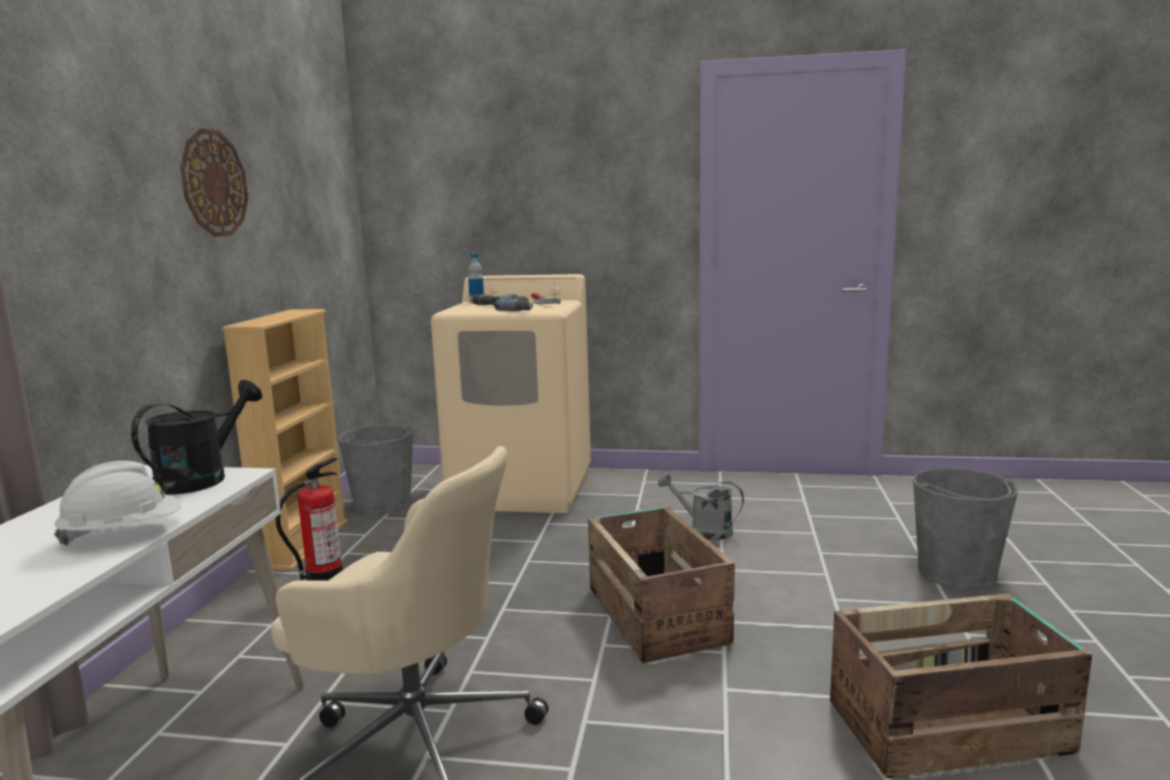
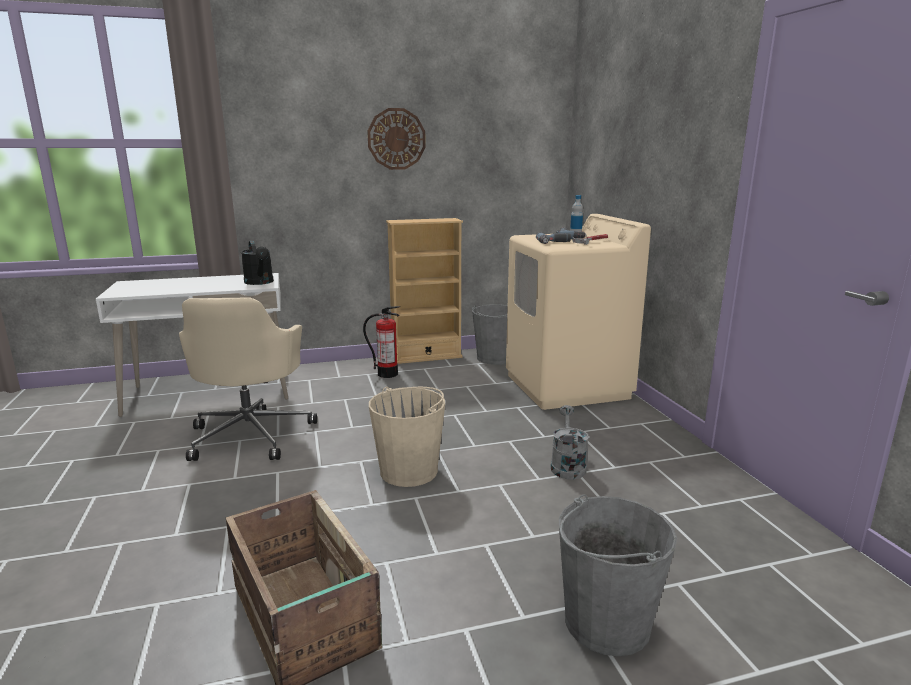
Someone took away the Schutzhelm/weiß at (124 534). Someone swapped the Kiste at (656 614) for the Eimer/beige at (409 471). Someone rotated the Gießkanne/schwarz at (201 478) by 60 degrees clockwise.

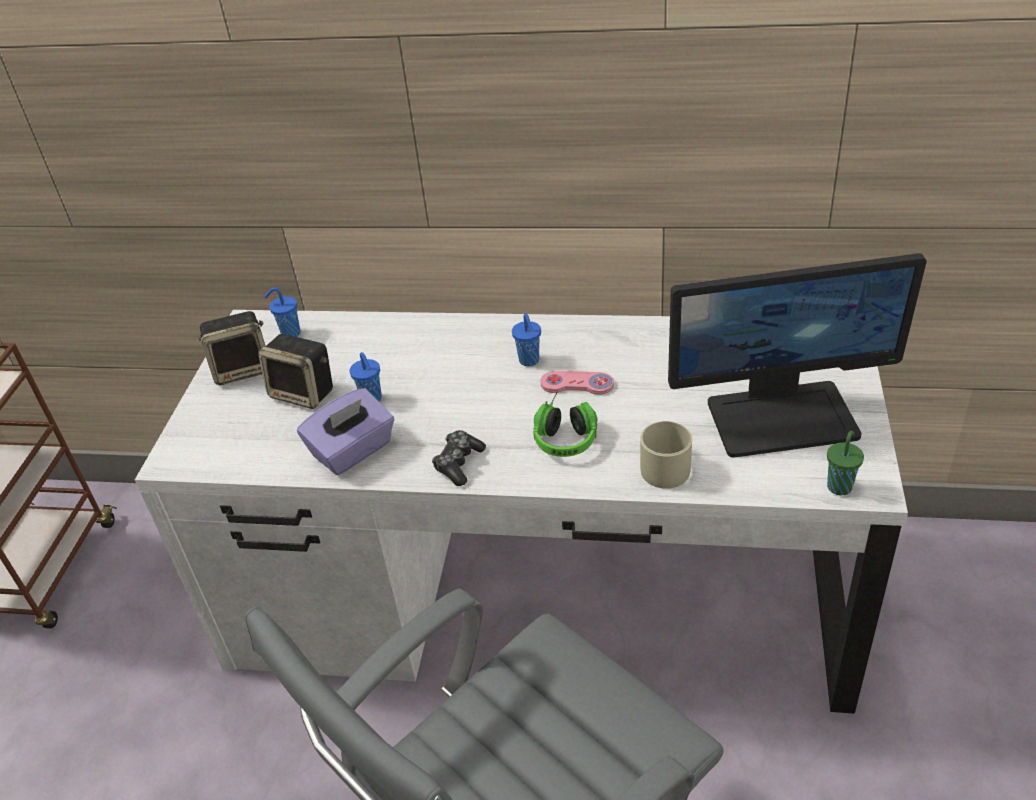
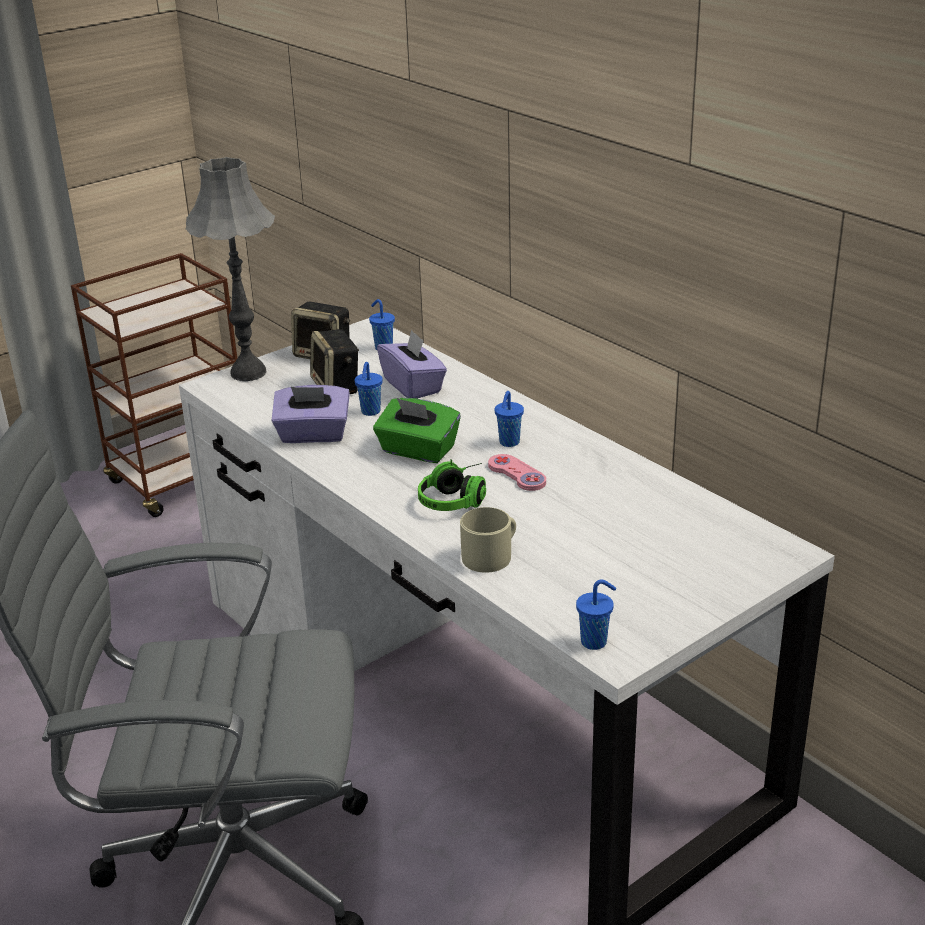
Someone took away the Gamepad at (459 463). Someone took away the Monitor at (782 417). Someone put down the Tischlampe/grau at (248 373). Someone put down the Taschentuchbox/grün at (417 451). Someone put down the Taschentuchbox/lila at (413 386). Someone repainted the Tasse/grün at (840 486), which became the Tasse/blau at (595 642).

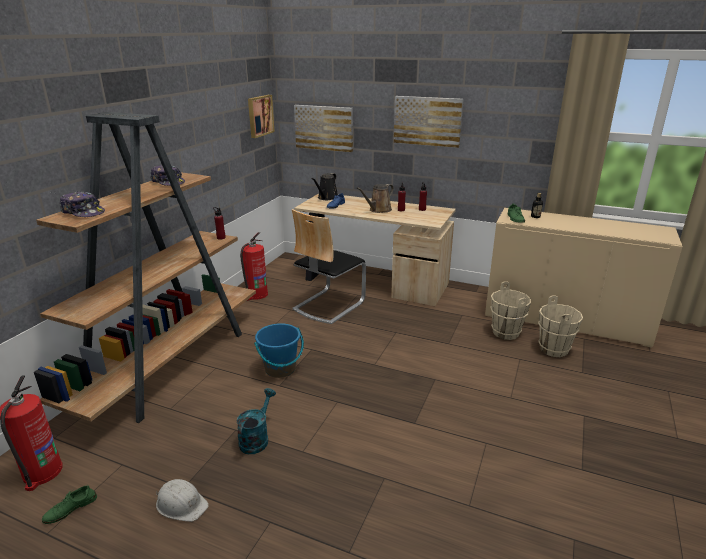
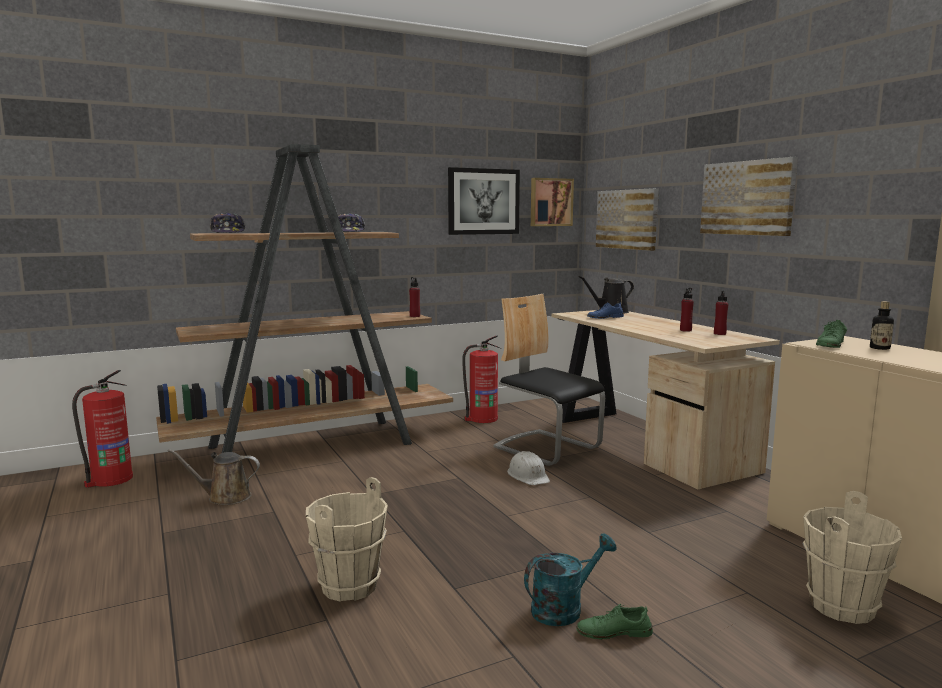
Someone took away the Eimer/blau at (280 369). Someone put up the Bild at (483 201). Someone carried the Schuh/grün from (70 509) to (614 632). Someone carried the Schutzhelm/weiß from (181 504) to (528 476). Someone carried the Gießkanne/türkis from (256 438) to (564 608). Someone carried the Gießkanne/braun from (378 210) to (225 497). Someone carried the Eimer/beige from (505 333) to (348 586). Someone rotated the Stuhl at (328 305) by 60 degrees clockwise.

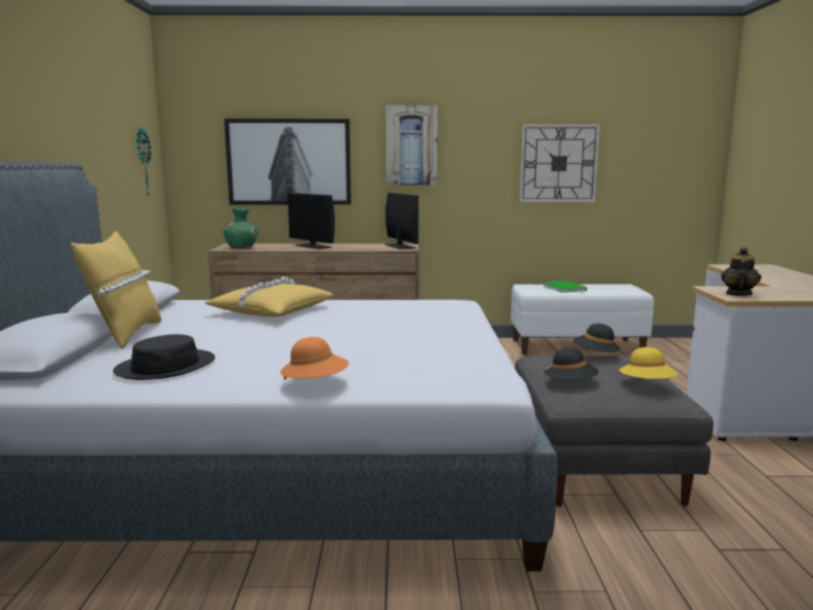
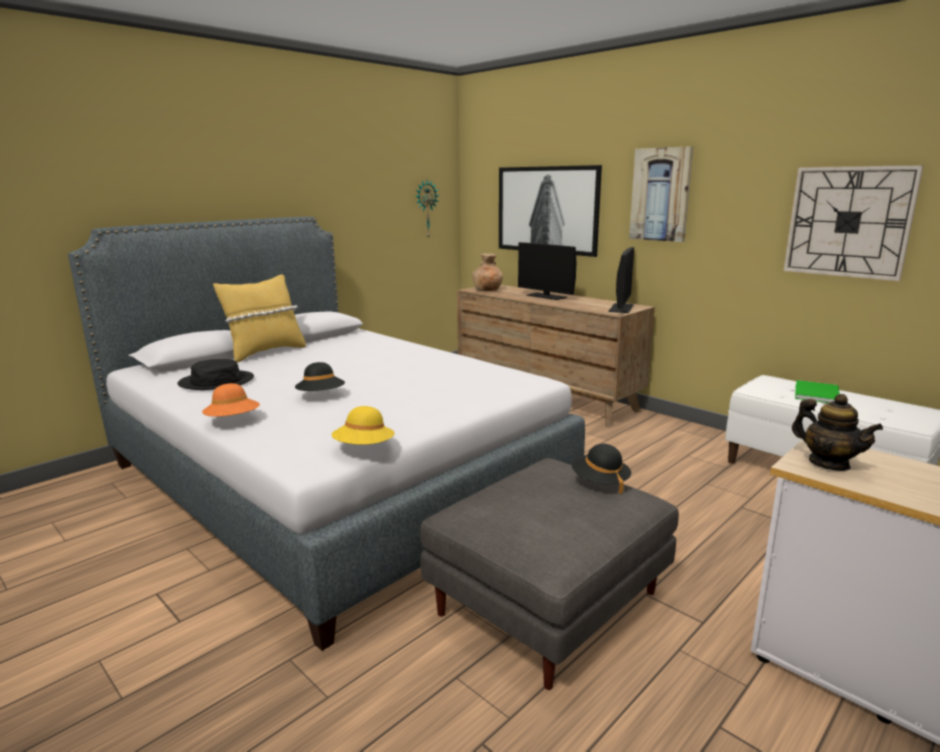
Someone took away the Kissen/gelb at (271 311). Someone carried the Hut/schwarz from (570 384) to (321 396). Someone carried the Hut/gelb from (647 385) to (364 448). Someone repainted the Vase/grün at (241 248), which became the Vase/braun at (487 290). Someone rotated the Monitor at (313 246) by 45 degrees counterclockwise. Someone rotated the Teekanne at (738 294) by 75 degrees clockwise.

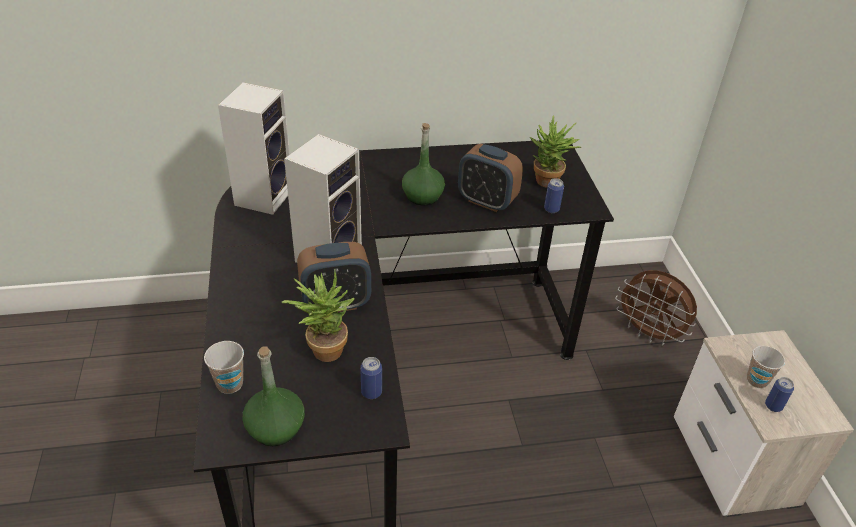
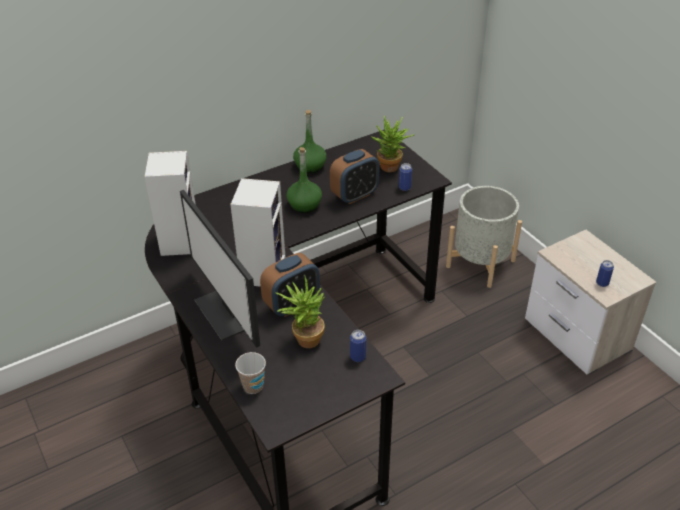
Someone took away the Tasse at (757 380). Someone put down the Monitor at (227 312). Someone carried the Flasche/grün from (276 428) to (310 166). Someone swapped the Ventilator/braun at (649 333) for the Pflanzkübel/grau at (480 263). Someone rotated the Wecker at (487 201) by 45 degrees counterclockwise.

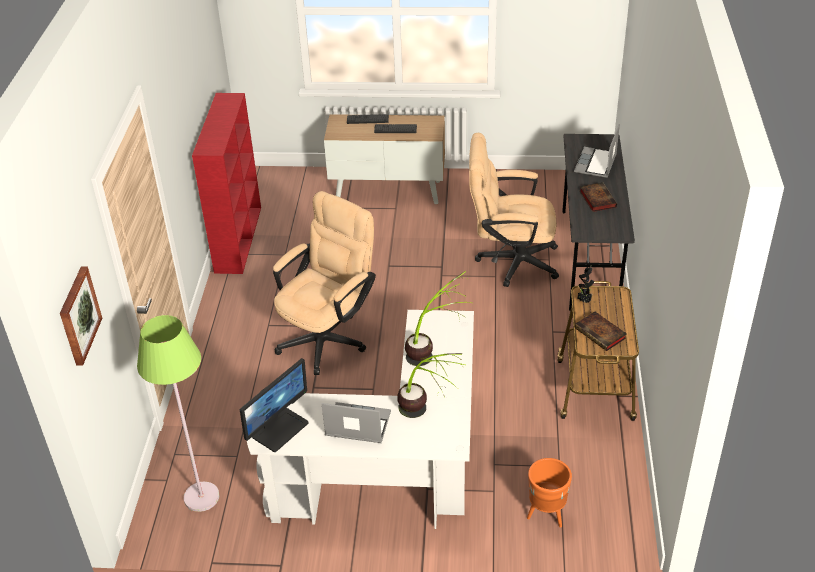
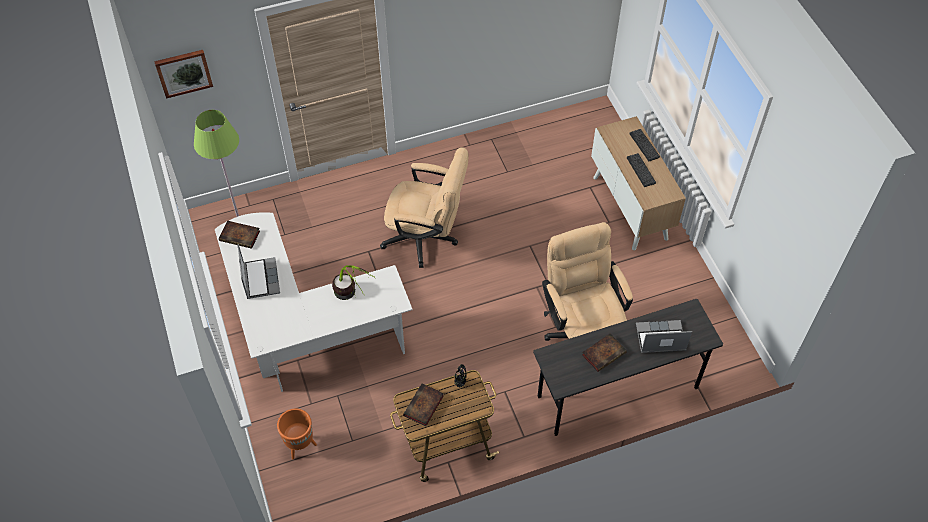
Someone took away the Bücherregal/rot at (238 238). Someone took away the Topfpflanze at (427 414). Someone swapped the Monitor at (280 429) for the Buch at (241 236).

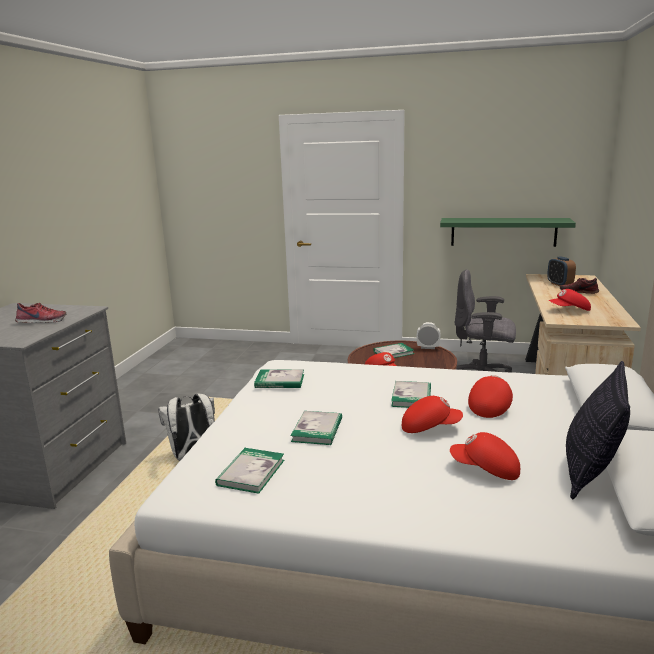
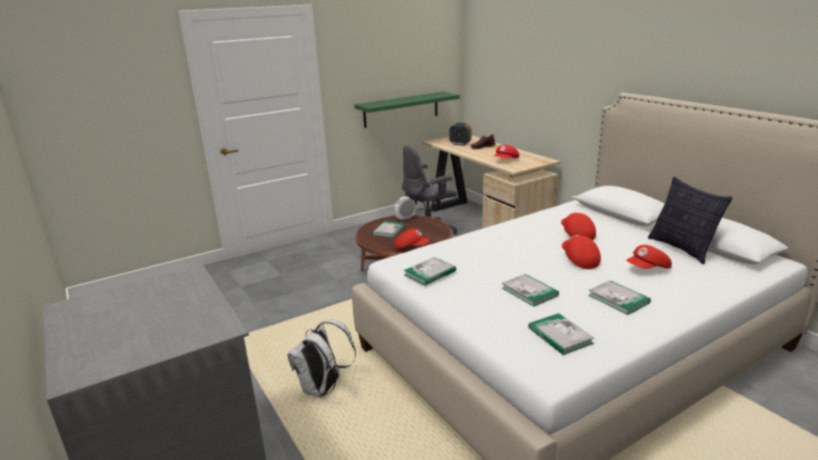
Someone took away the Schuh at (41 322). Someone carried the Buch from (411 397) to (618 299). Someone rotated the Kappe/rot at (430 427) by 60 degrees counterclockwise.

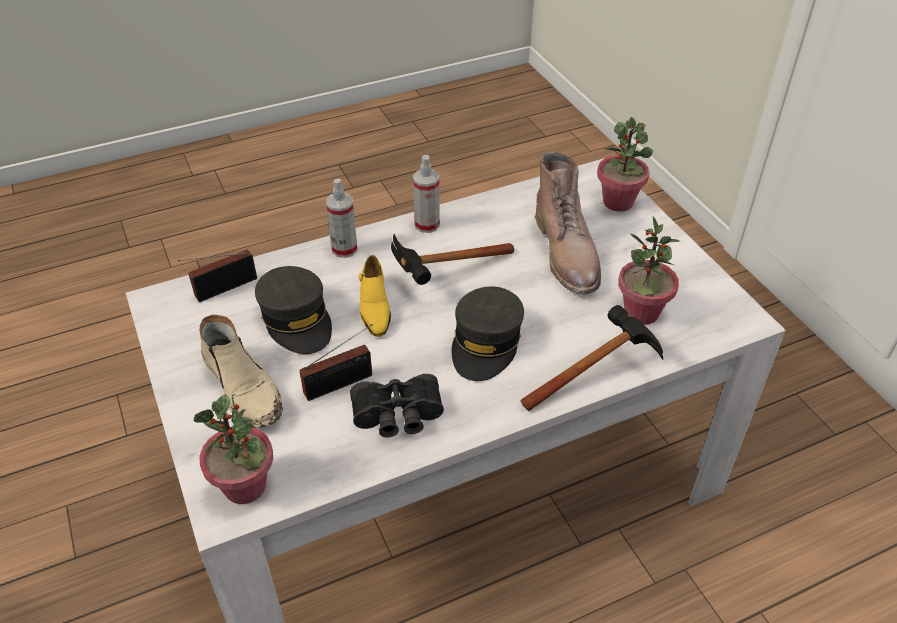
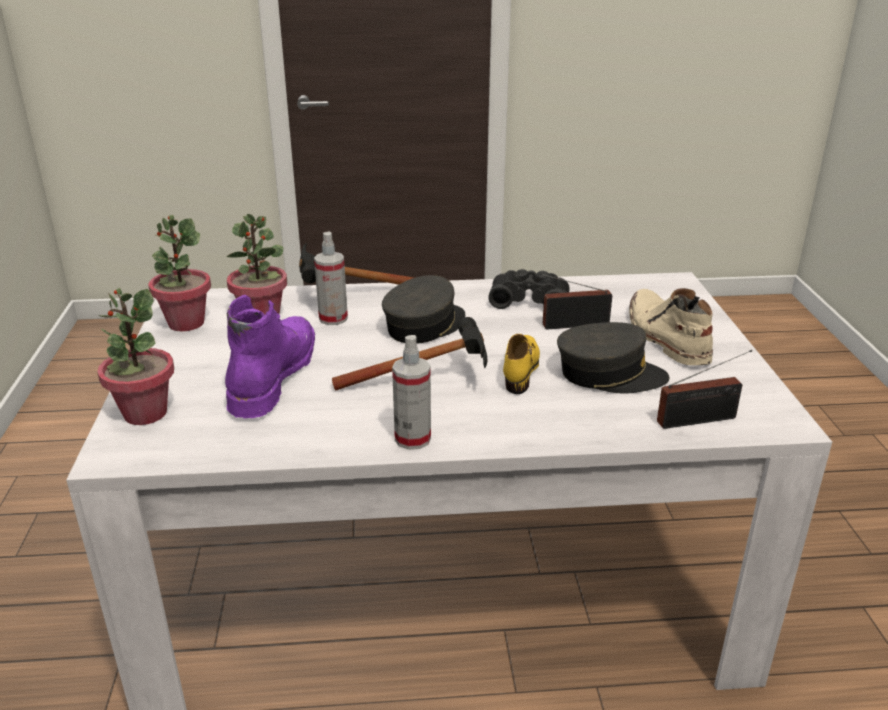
Someone carried the Topfpflanze from (245 486) to (186 323). Someone carried the Sprühflasche from (344 249) to (333 318). Someone repainted the Stiefel/braun at (568 253), which became the Stiefel/lila at (272 374). Someone rotated the Kappe/grau at (297 320) by 105 degrees clockwise.

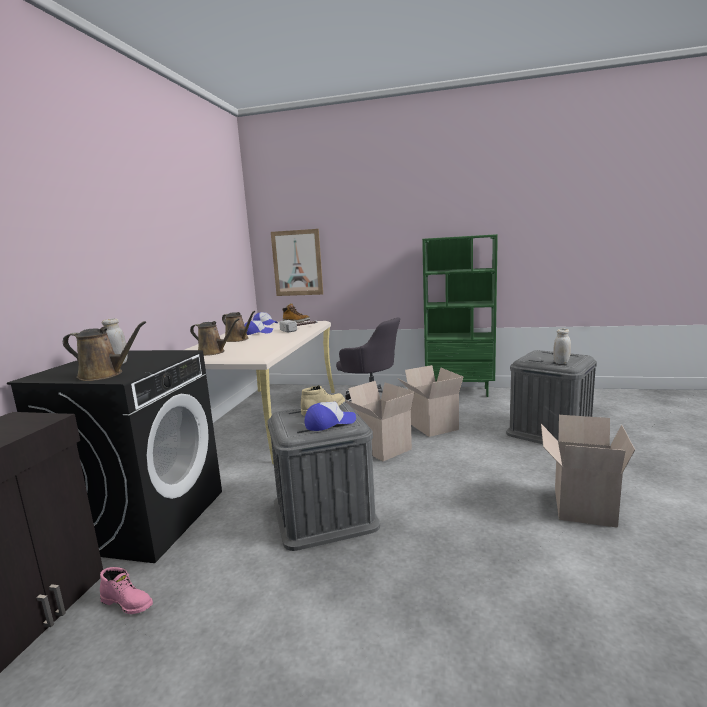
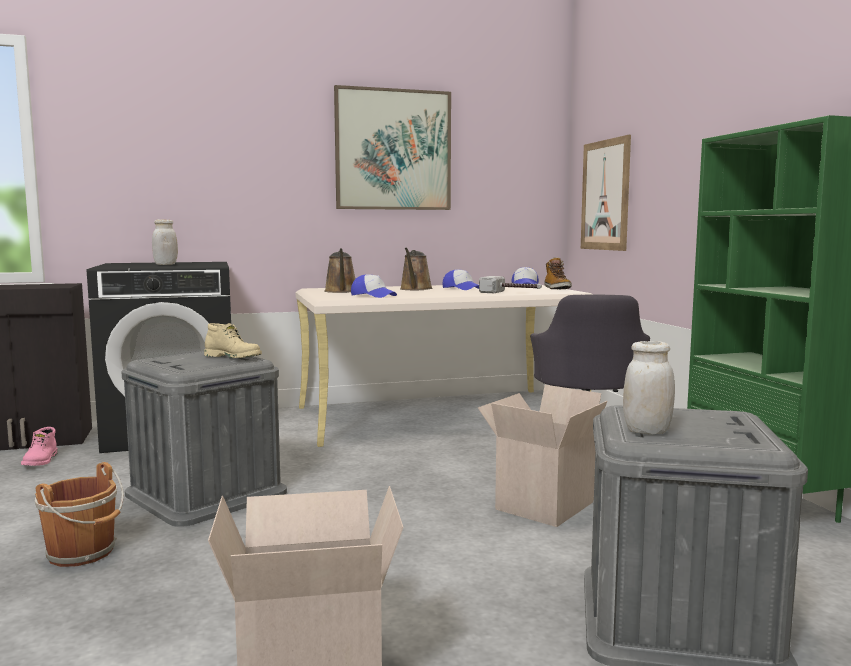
Someone took away the Gießkanne/braun at (104 375). Someone took away the Karton at (381 448). Someone put down the Eimer/braun at (84 553). Someone put up the Bild at (393 150). Someone carried the Kappe from (329 423) to (373 296).

